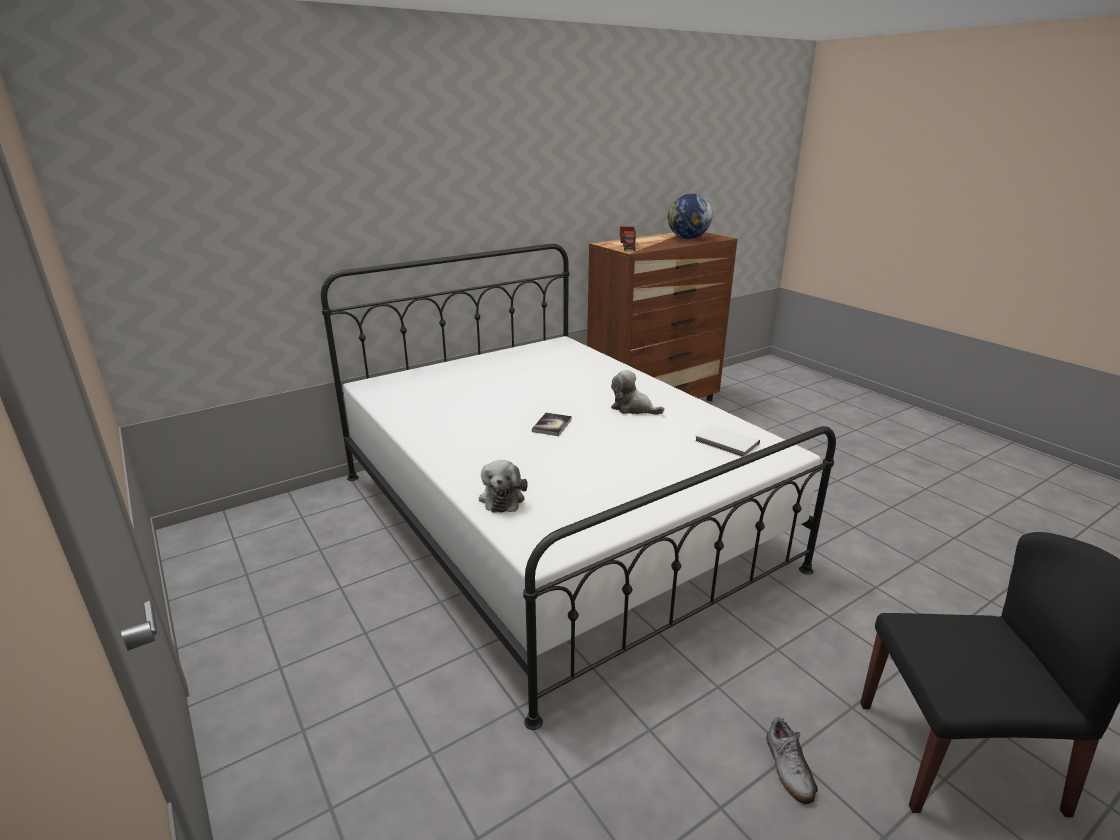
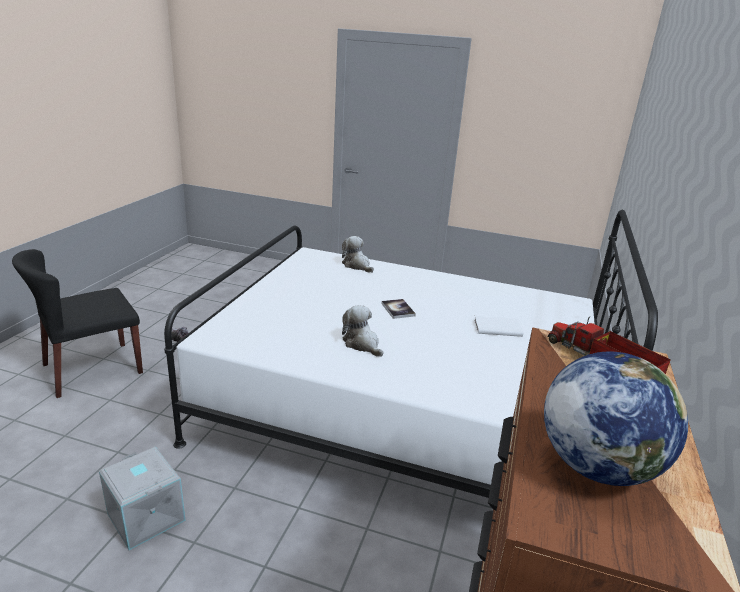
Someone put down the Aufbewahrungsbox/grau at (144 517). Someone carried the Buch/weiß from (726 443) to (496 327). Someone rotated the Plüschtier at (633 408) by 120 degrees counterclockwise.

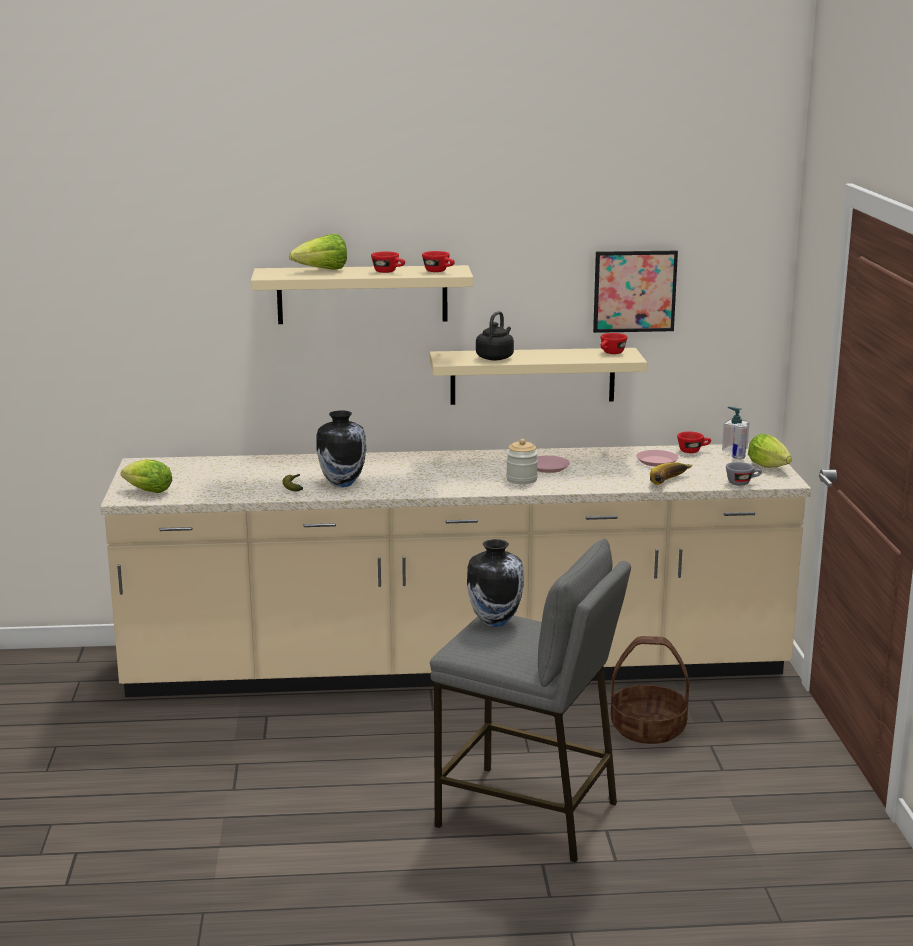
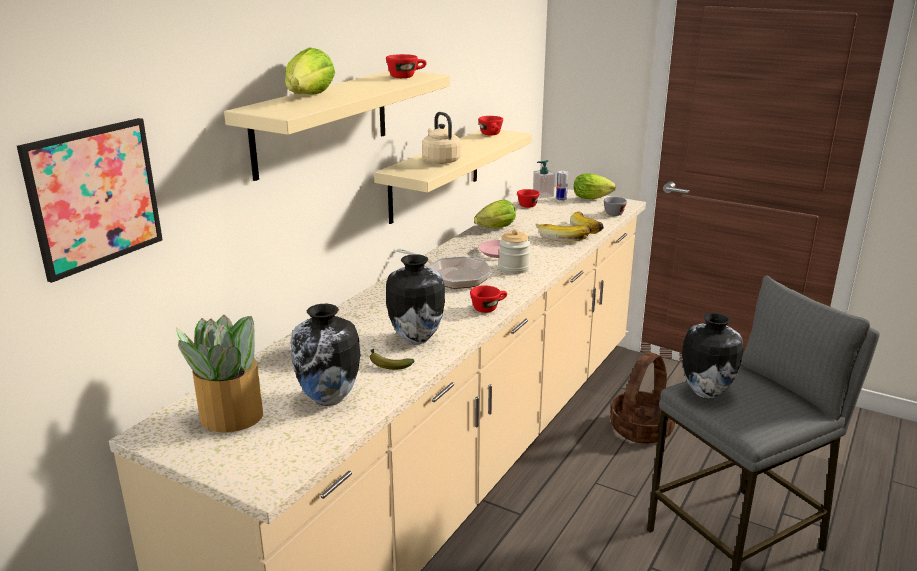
Someone took away the Teller/rosa at (657 461). Someone put down the Topfpflanze at (230 416). Someone put down the Vase at (329 399). Someone put down the Pfanne at (452 276). Someone put down the Banane at (563 238). Someone carried the Salatkopf from (146 491) to (494 229). Someone carried the Tasse/rot from (389 272) to (488 308). Someone carried the Bild from (634 291) to (94 197). Someone repainted the Wasserkessel/schwarz at (495 357), which became the Wasserkessel/beige at (440 160).

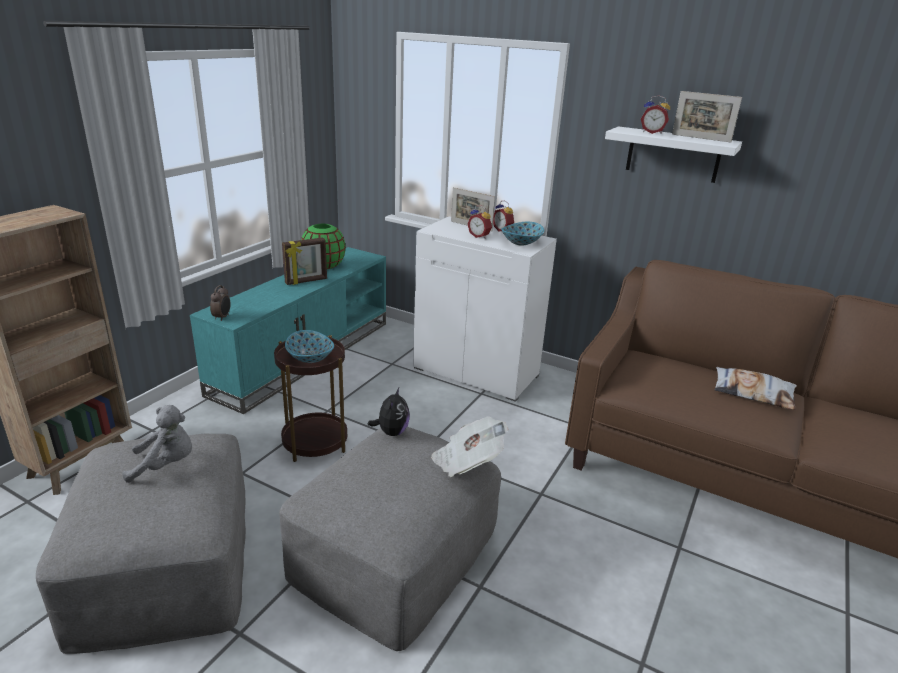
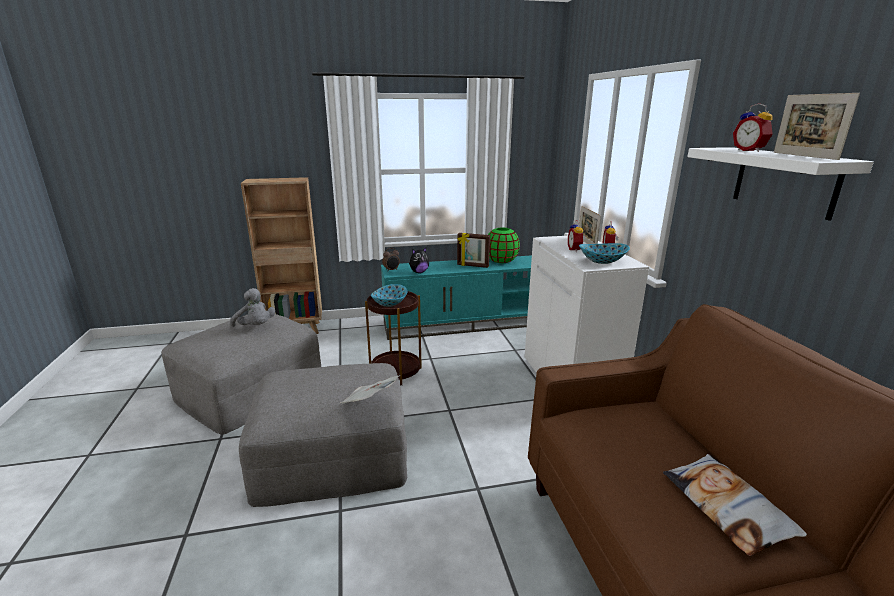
Someone carried the Plüschtier from (391 432) to (419 272).

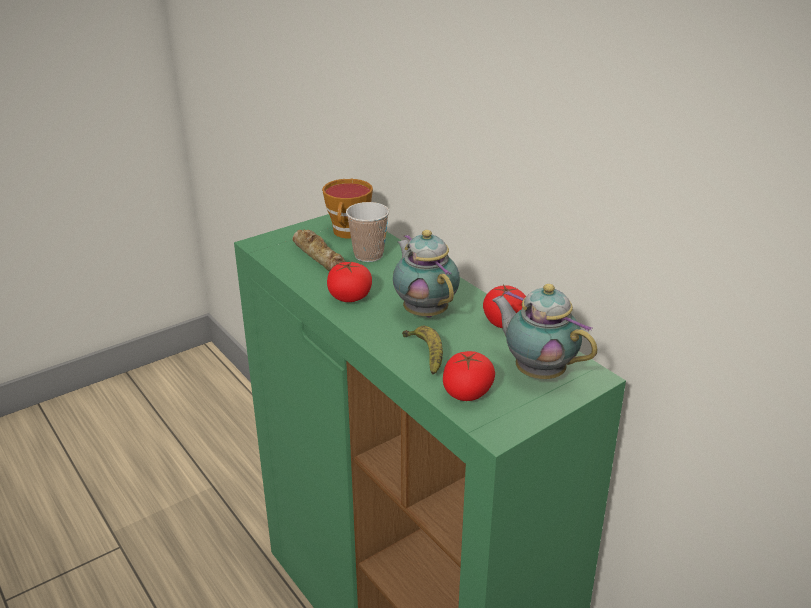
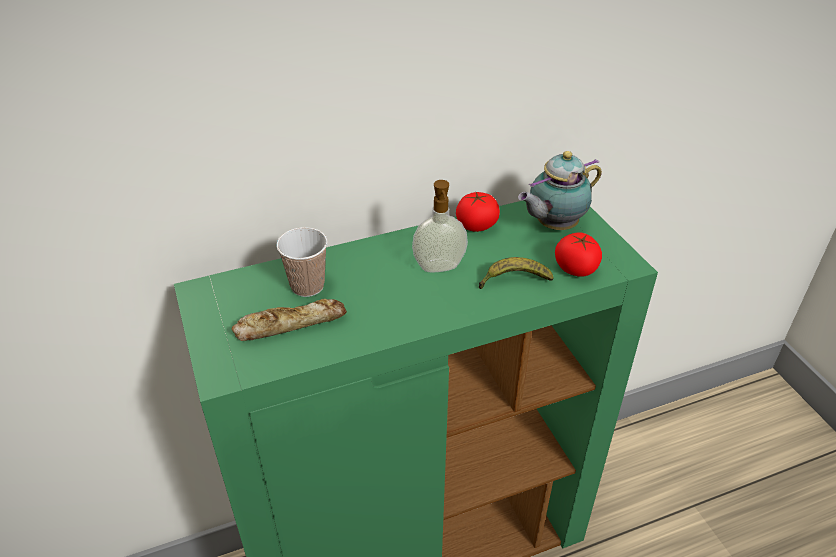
Someone took away the Tasse at (348 233). Someone took away the Tomate at (350 297). Someone swapped the Teekanne at (424 311) for the Seifenspender at (439 267).

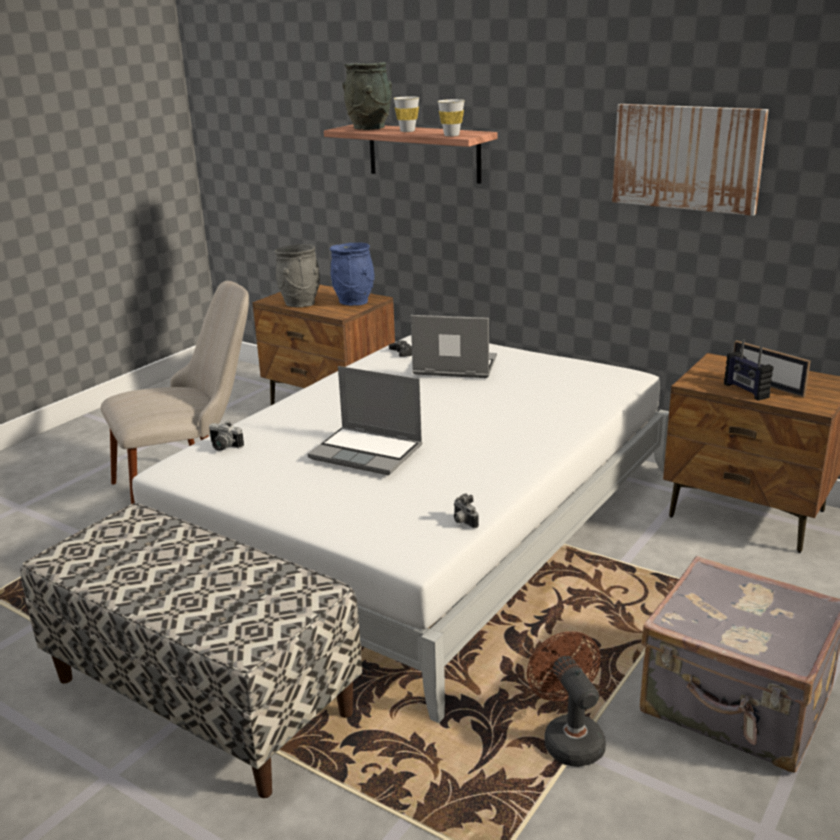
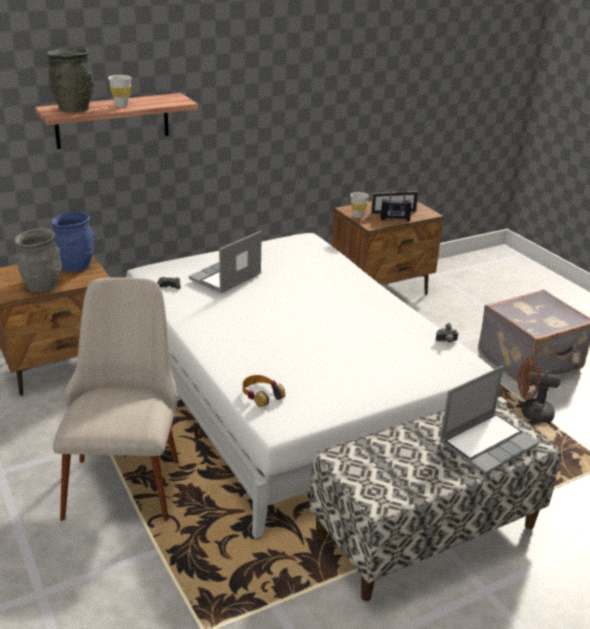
Someone took away the Bild at (687 157). Someone carried the Laptop from (368 452) to (488 443). Someone carried the Tasse/weiß from (451 135) to (358 216). Someone swapped the Kamera at (223 447) for the Kopfhörer at (261 395).

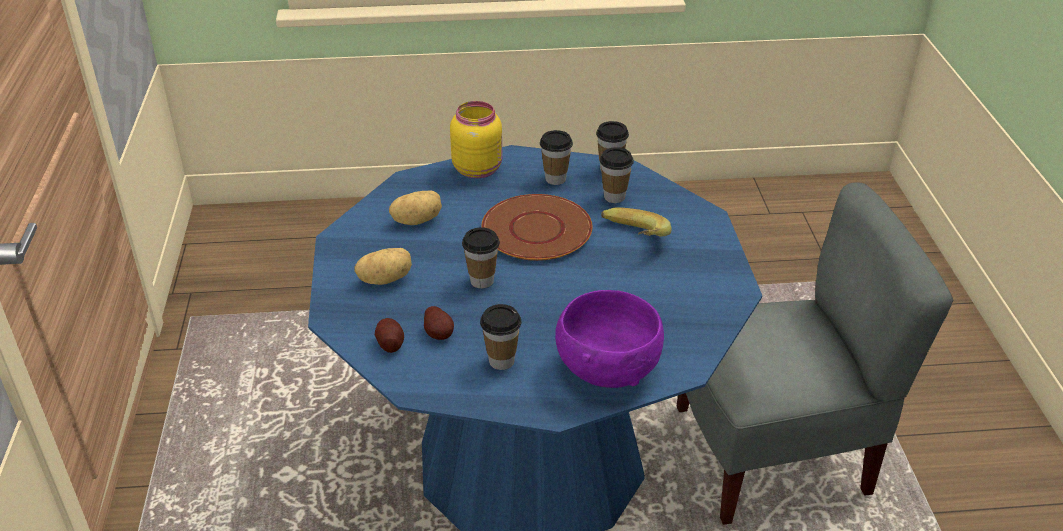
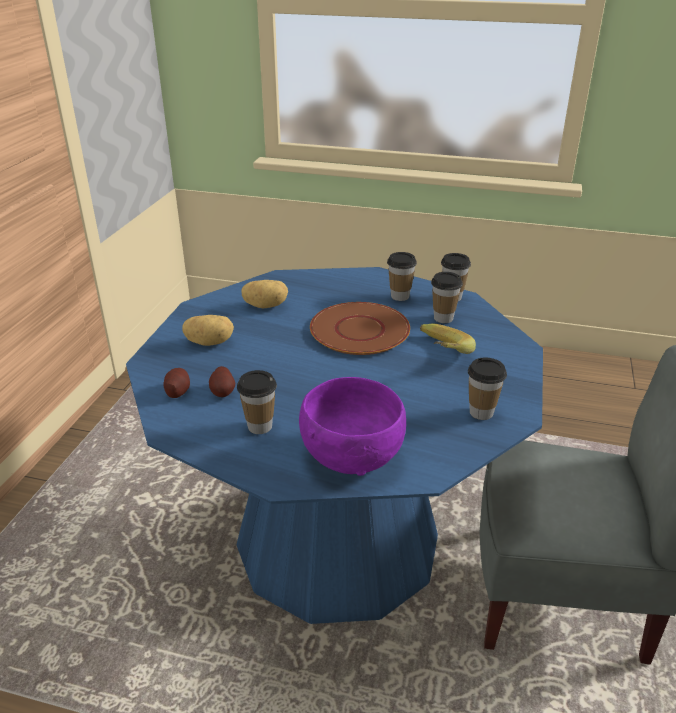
Someone took away the Vorratsglas/gelb at (478 168). Someone carried the Tasse from (482 281) to (481 412).

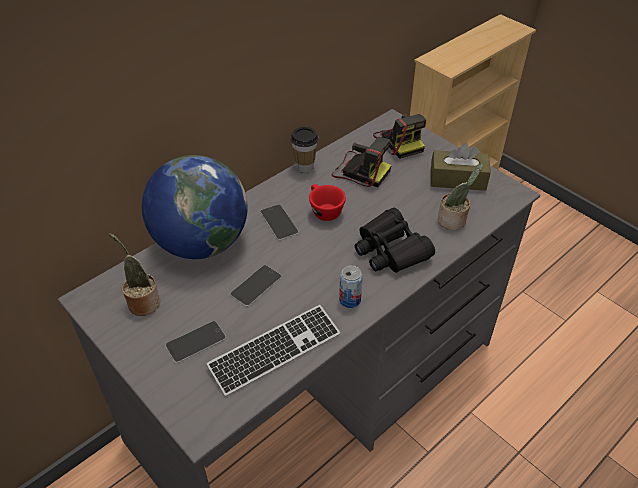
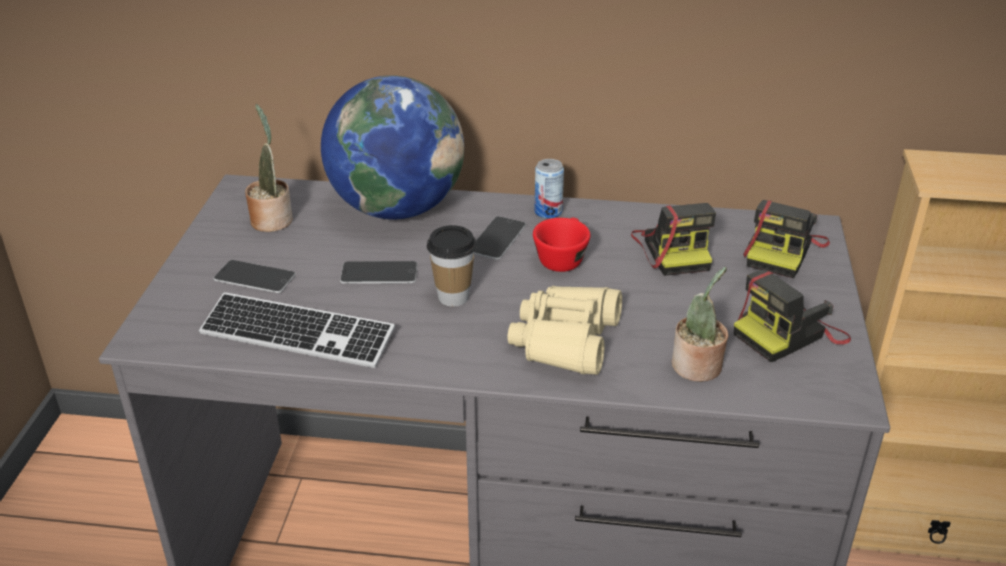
Someone carried the Tasse from (305 167) to (453 297). Someone carried the Dose from (350 300) to (548 211). Someone swapped the Taschentuchbox/braun at (458 179) for the Kamera at (789 333). Someone repainted the Fernglas/schwarz at (390 250), which became the Fernglas/beige at (565 340).

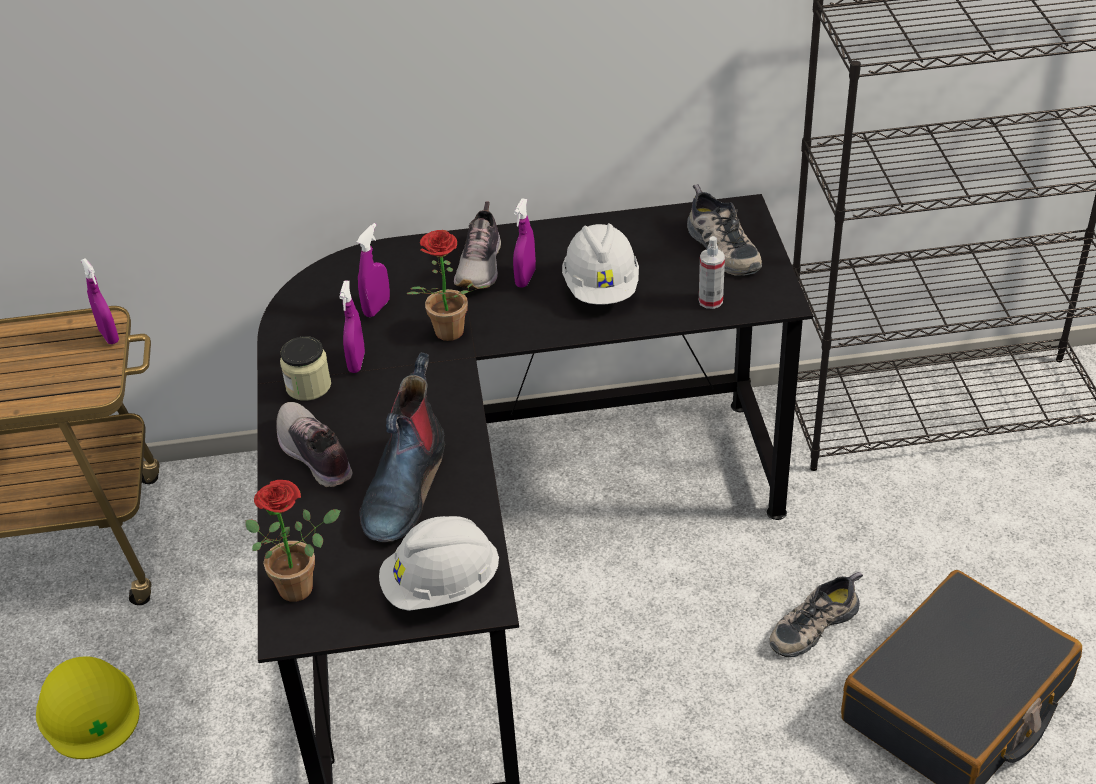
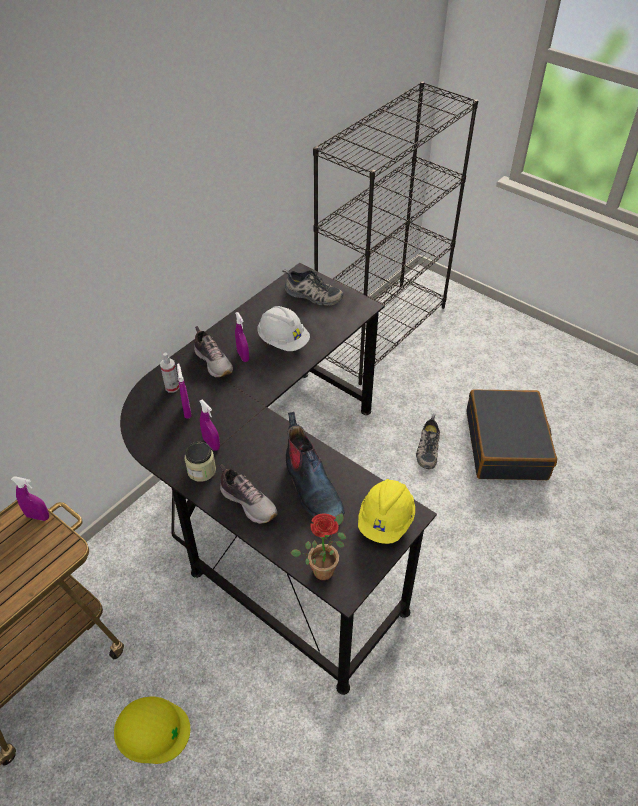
Someone took away the Topfpflanze at (446 336). Someone carried the Sprühflasche from (710 301) to (172 387). Someone repainted the Schutzhelm/weiß at (441 586), which became the Schutzhelm/gelb at (386 521). Someone rotated the Schuh at (314 455) by 150 degrees counterclockwise.

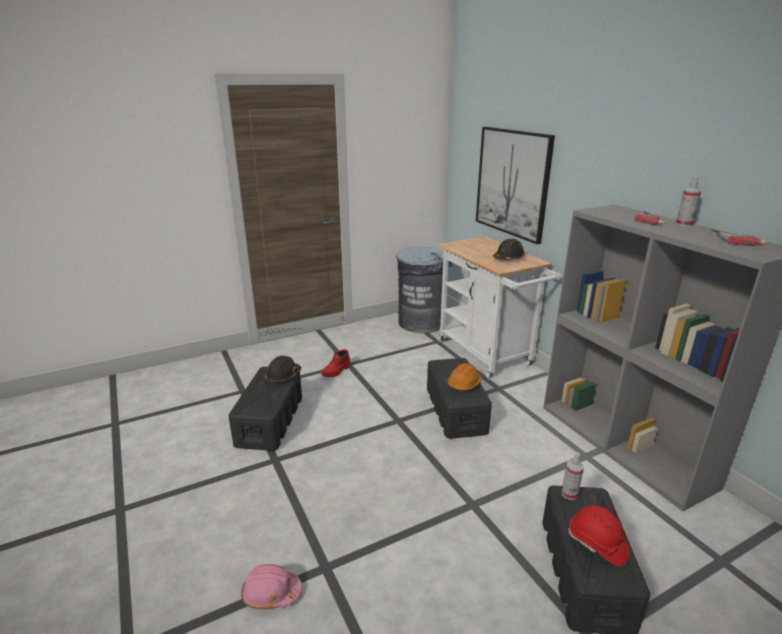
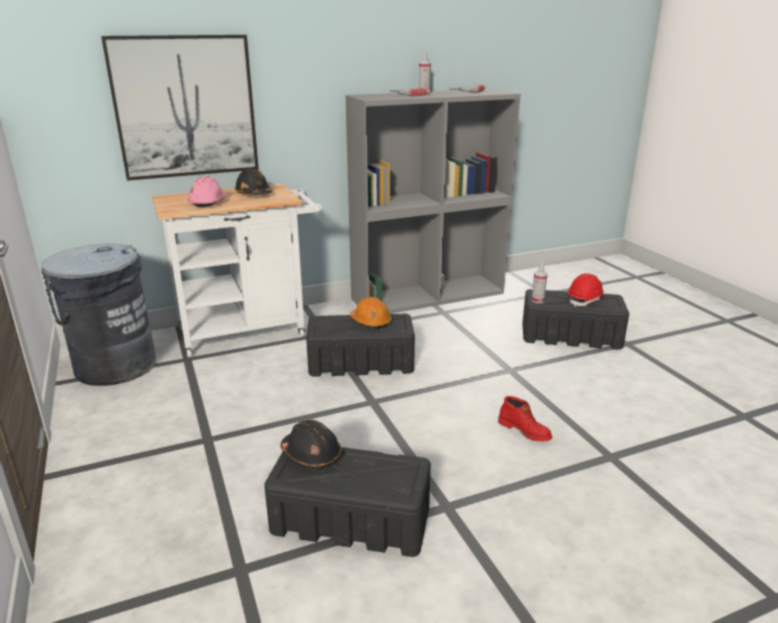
Someone carried the Schutzhelm/rosa from (271 593) to (208 202). Someone carried the Stiefel/rot from (336 371) to (525 431).

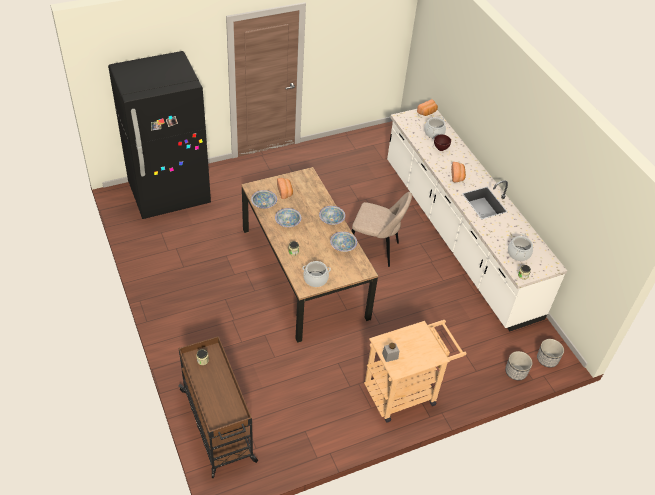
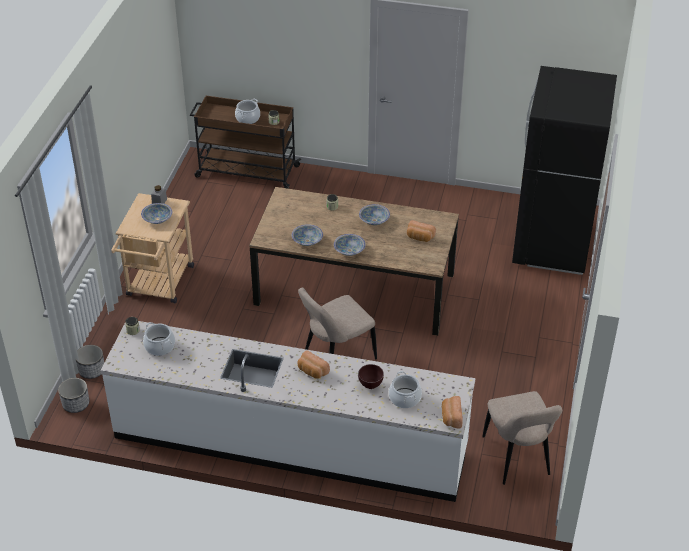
Someone put down the Stuhl/beige at (517 458). Someone carried the Schüssel from (264 204) to (157 219). Someone carried the Kochtopf from (315 279) to (248 118).

